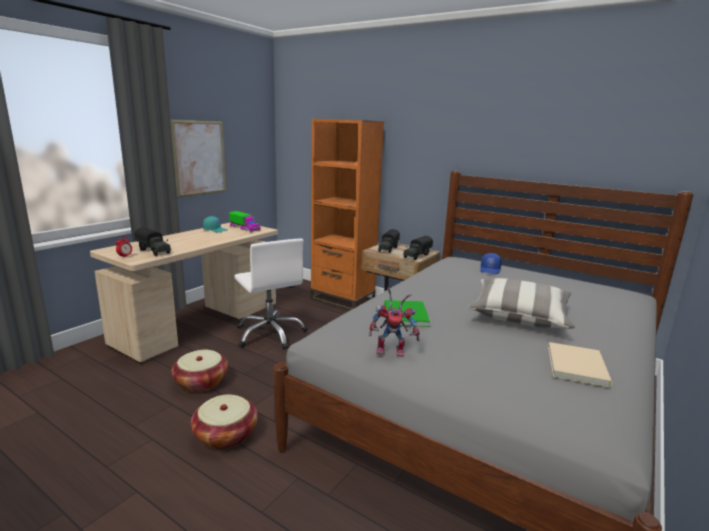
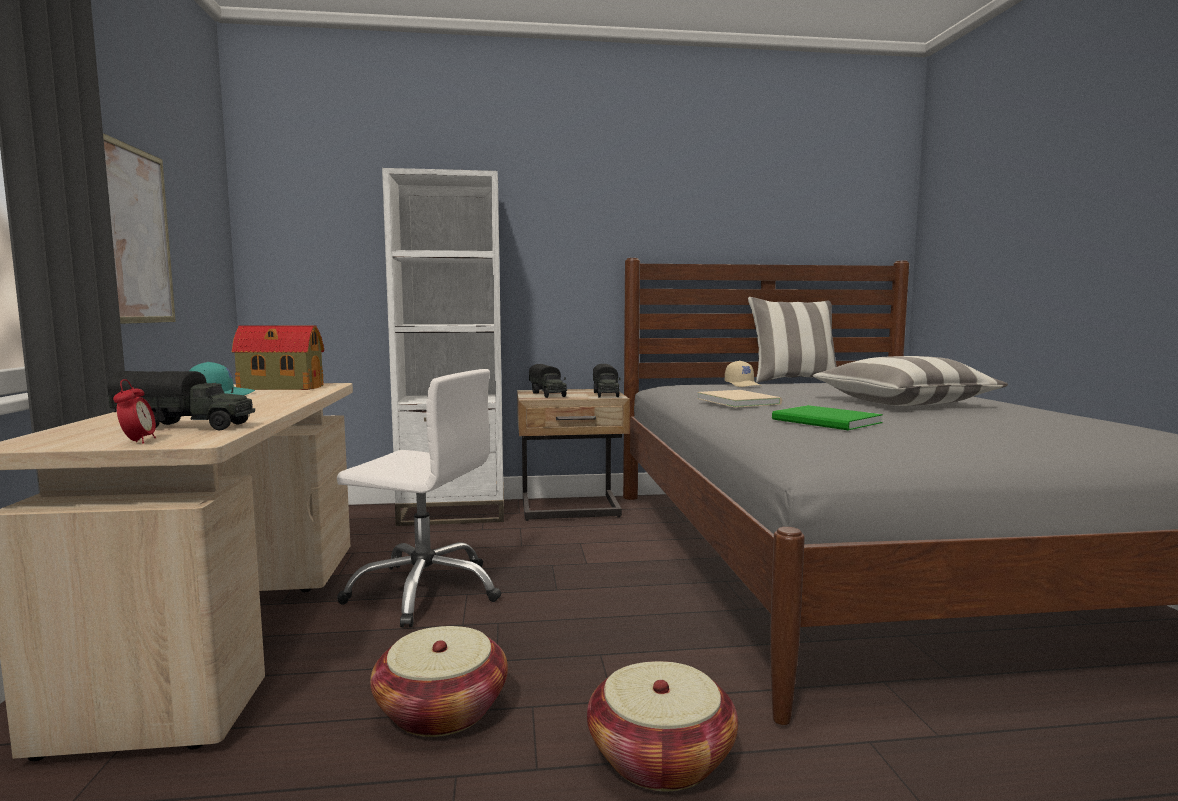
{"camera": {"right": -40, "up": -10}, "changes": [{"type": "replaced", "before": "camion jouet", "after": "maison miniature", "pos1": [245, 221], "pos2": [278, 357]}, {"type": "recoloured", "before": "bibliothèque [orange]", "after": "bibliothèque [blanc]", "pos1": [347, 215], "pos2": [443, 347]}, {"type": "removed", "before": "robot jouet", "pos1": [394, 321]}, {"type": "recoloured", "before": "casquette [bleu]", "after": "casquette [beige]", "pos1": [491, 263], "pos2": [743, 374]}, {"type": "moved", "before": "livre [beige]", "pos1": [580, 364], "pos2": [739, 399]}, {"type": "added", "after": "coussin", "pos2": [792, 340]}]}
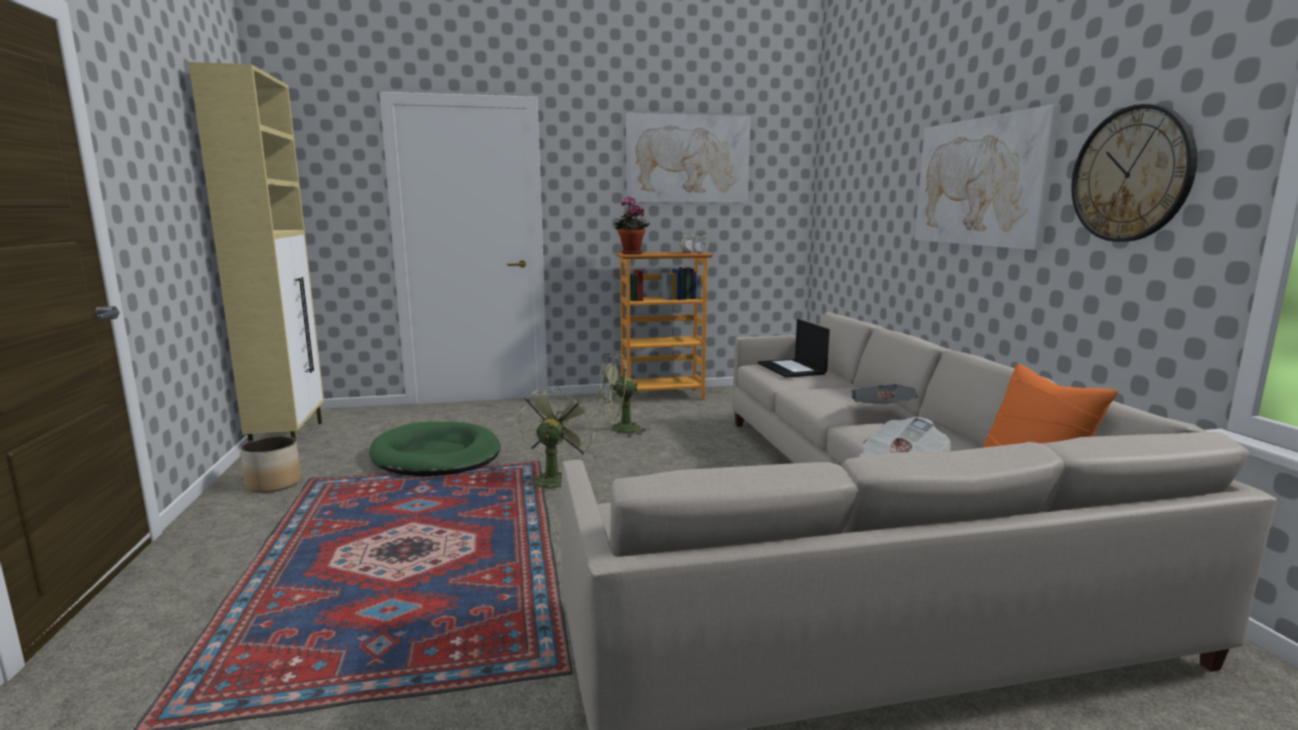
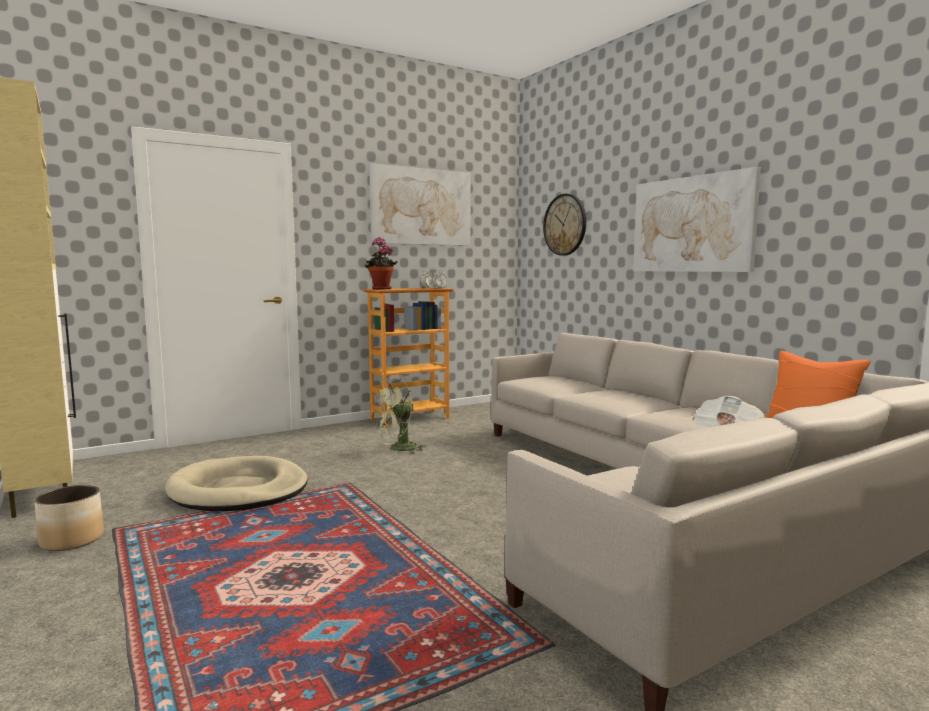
{"camera": {"right": -20, "up": -5}, "changes": [{"type": "recoloured", "before": "panier pour chien [vert]", "after": "panier pour chien [beige]", "pos1": [435, 449], "pos2": [236, 483]}, {"type": "removed", "before": "ventilateur [vert]", "pos1": [557, 438]}, {"type": "removed", "before": "ordinateur portable", "pos1": [794, 348]}, {"type": "removed", "before": "journal", "pos1": [884, 394]}, {"type": "moved", "before": "horloge murale", "pos1": [1134, 173], "pos2": [564, 225]}]}
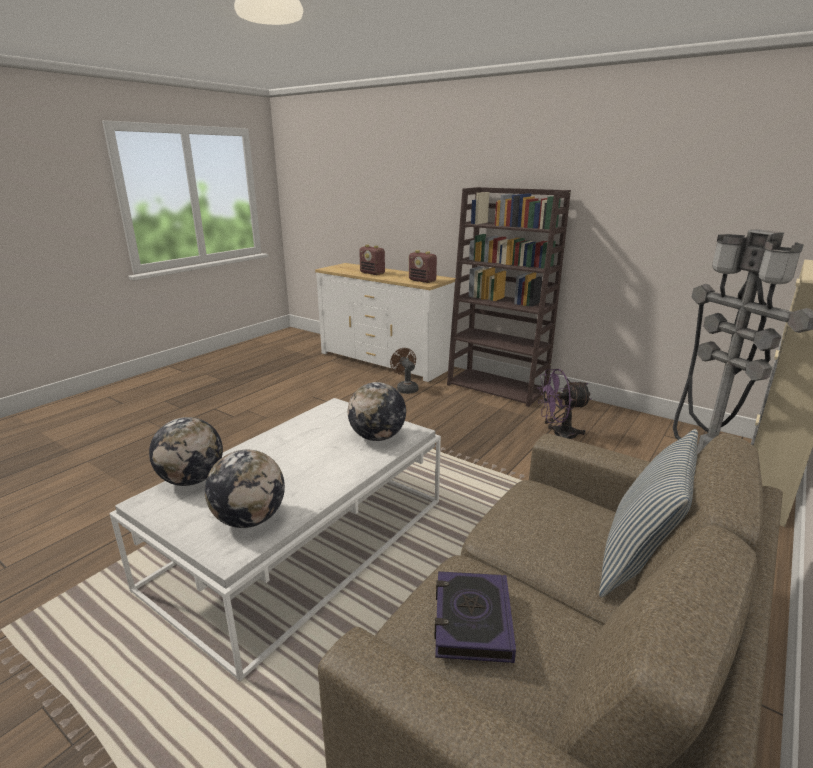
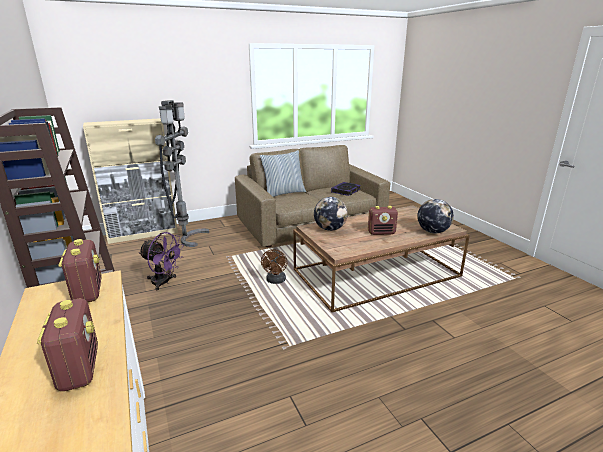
{"camera": {"right": -150, "up": 0}, "changes": [{"type": "recoloured", "before": "table basse [blanc]", "after": "table basse [marron]", "pos1": [275, 539], "pos2": [381, 259]}, {"type": "removed", "before": "globe", "pos1": [245, 489]}, {"type": "moved", "before": "ventilateur [marron]", "pos1": [404, 371], "pos2": [274, 266]}, {"type": "added", "after": "radio", "pos2": [383, 220]}]}
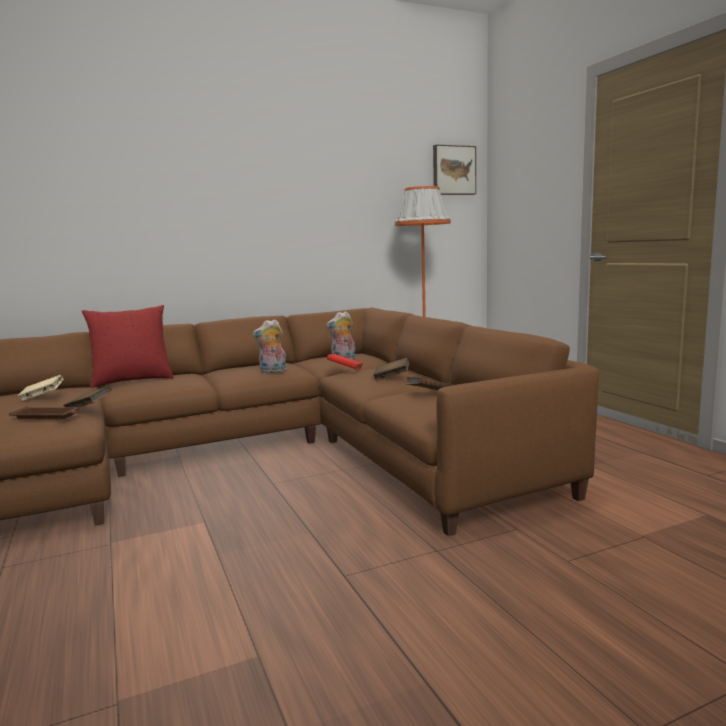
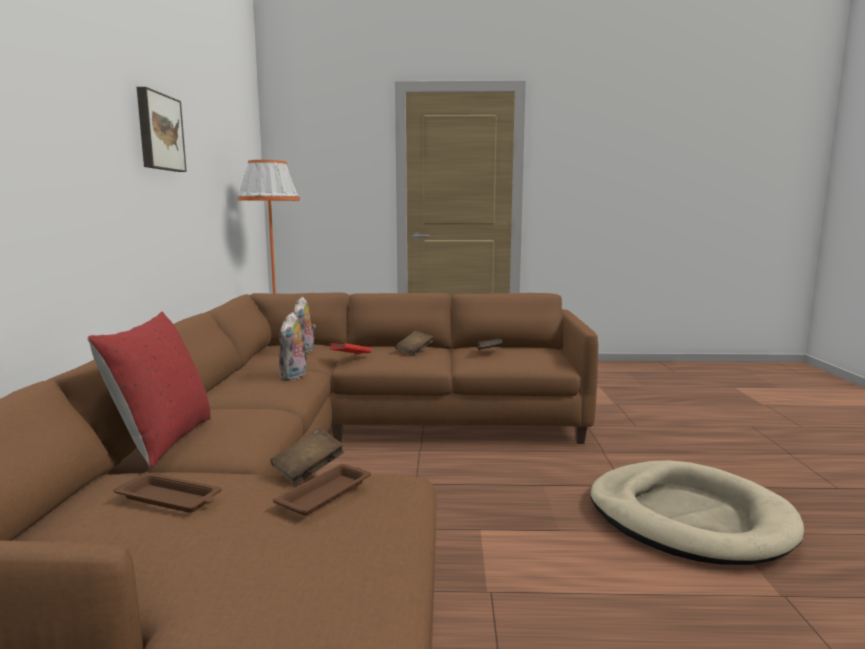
{"camera": {"right": -65, "up": 0}, "changes": [{"type": "replaced", "before": "livre [beige]", "after": "plateau [marron]", "pos1": [40, 388], "pos2": [167, 492]}, {"type": "moved", "before": "tableau", "pos1": [454, 170], "pos2": [162, 129]}, {"type": "added", "after": "panier pour chien [beige]", "pos2": [697, 512]}]}
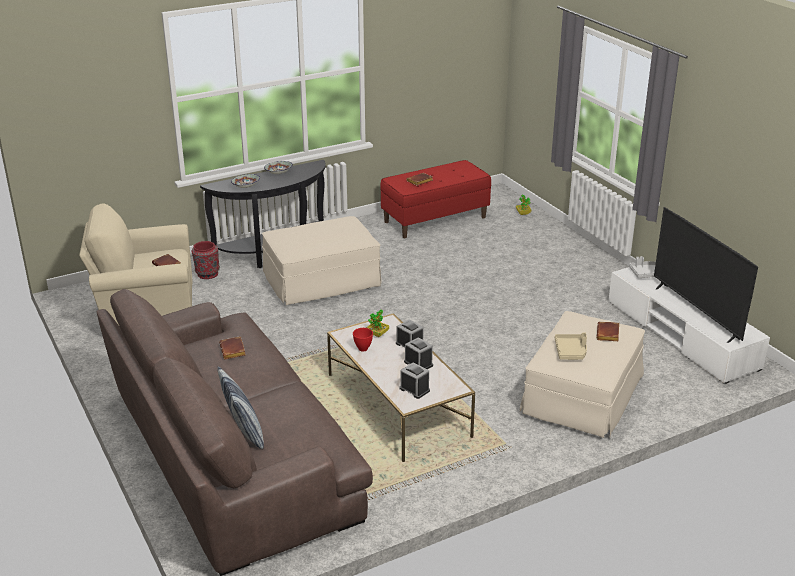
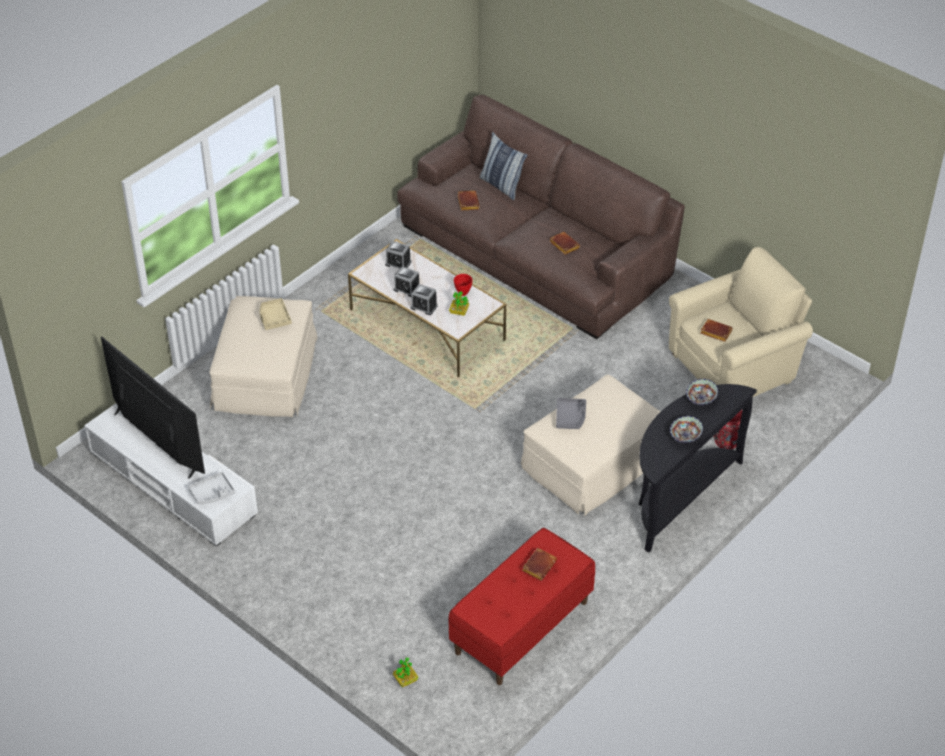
{"camera": {"right": 160, "up": 15}, "changes": [{"type": "moved", "before": "livre [marron]", "pos1": [608, 331], "pos2": [468, 201]}, {"type": "added", "after": "plateau [gris]", "pos2": [571, 413]}]}
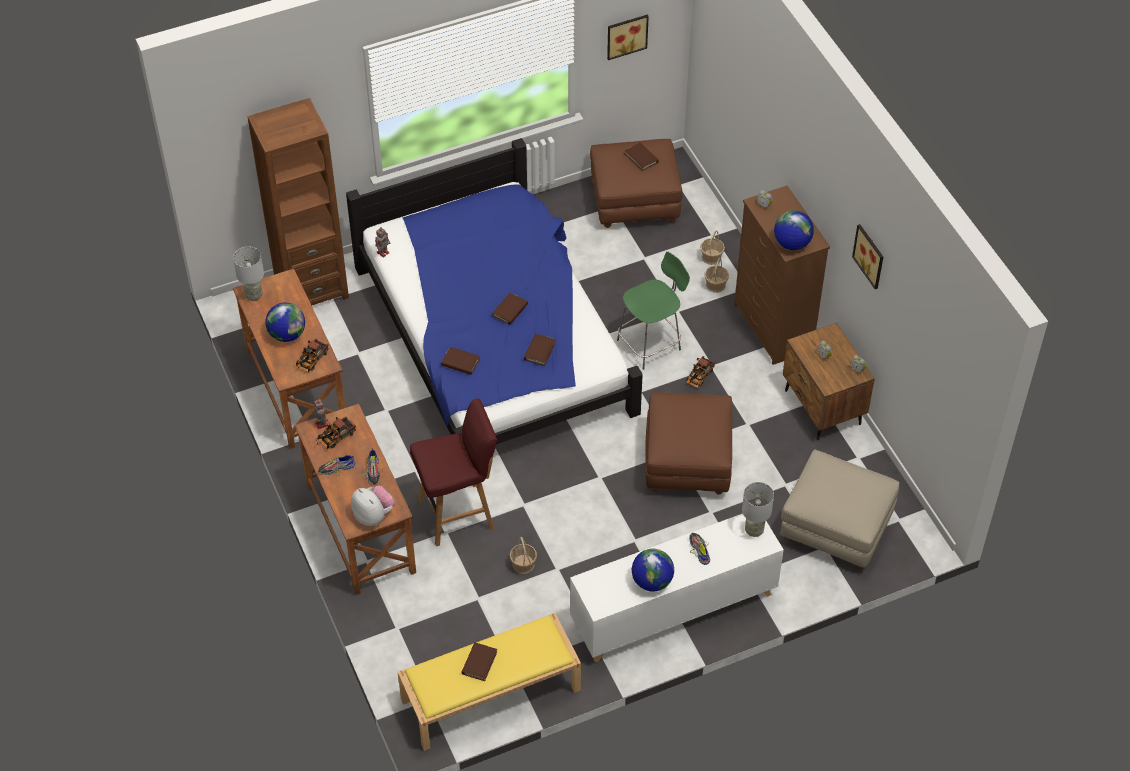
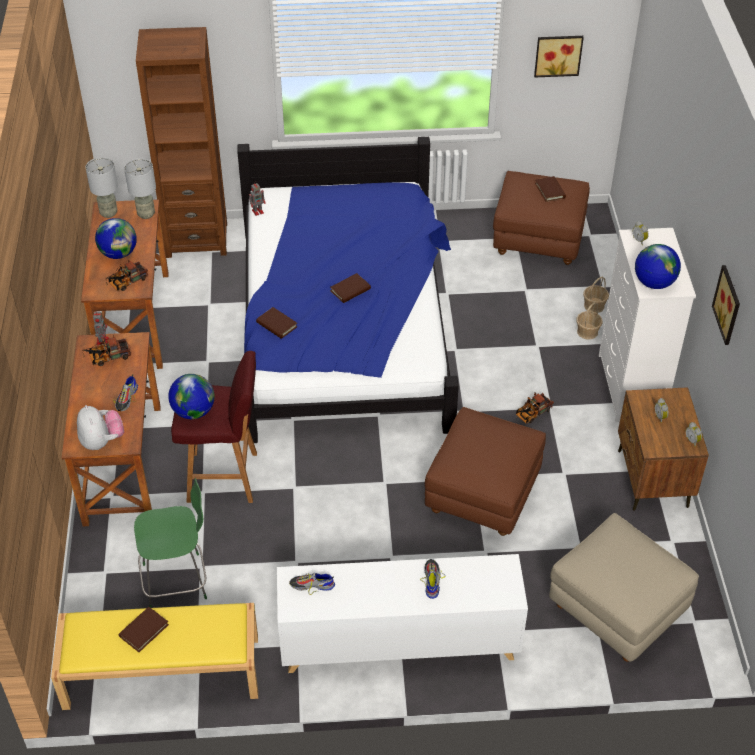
{"camera": {"right": 20, "up": -5}, "changes": [{"type": "moved", "before": "chaussure", "pos1": [337, 465], "pos2": [312, 584]}, {"type": "removed", "before": "panier", "pos1": [523, 555]}, {"type": "removed", "before": "livre [marron]", "pos1": [540, 350]}, {"type": "moved", "before": "chaise [vert]", "pos1": [653, 311], "pos2": [170, 543]}, {"type": "moved", "before": "globe", "pos1": [653, 570], "pos2": [191, 396]}, {"type": "recoloured", "before": "commode [marron]", "after": "commode [blanc]", "pos1": [782, 275], "pos2": [647, 325]}, {"type": "moved", "before": "lampe de table [gris]", "pos1": [758, 509], "pos2": [140, 188]}]}
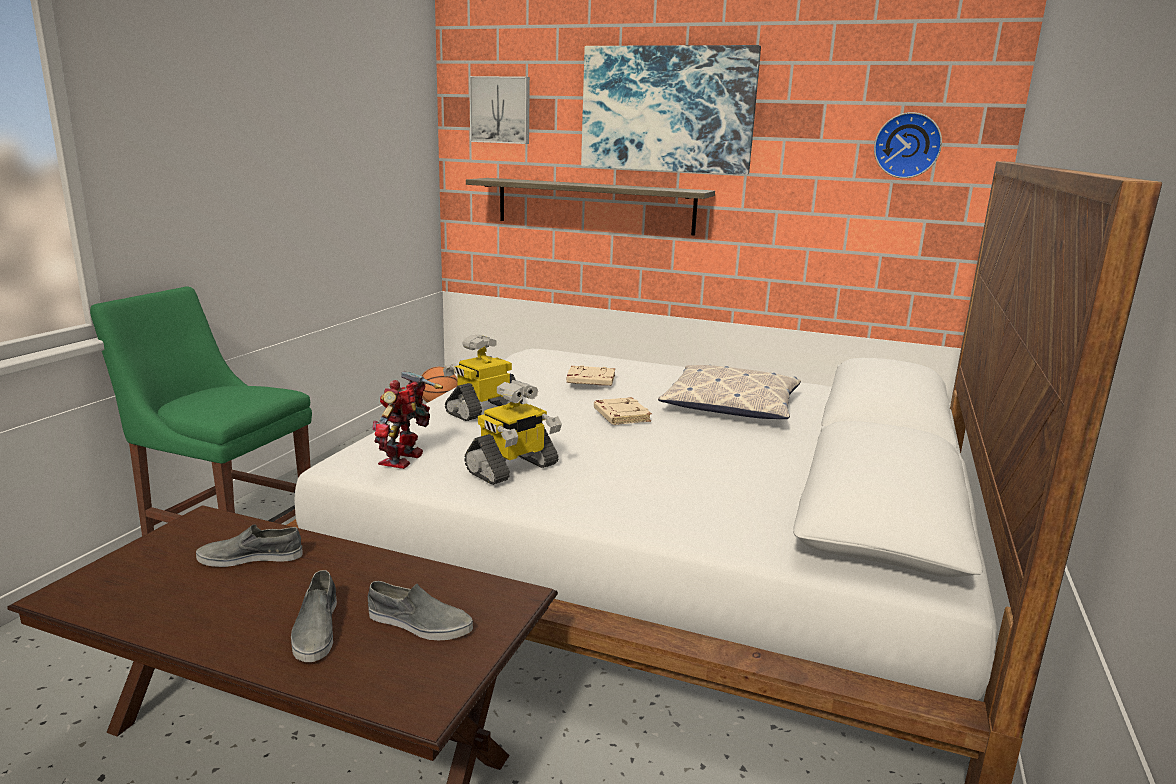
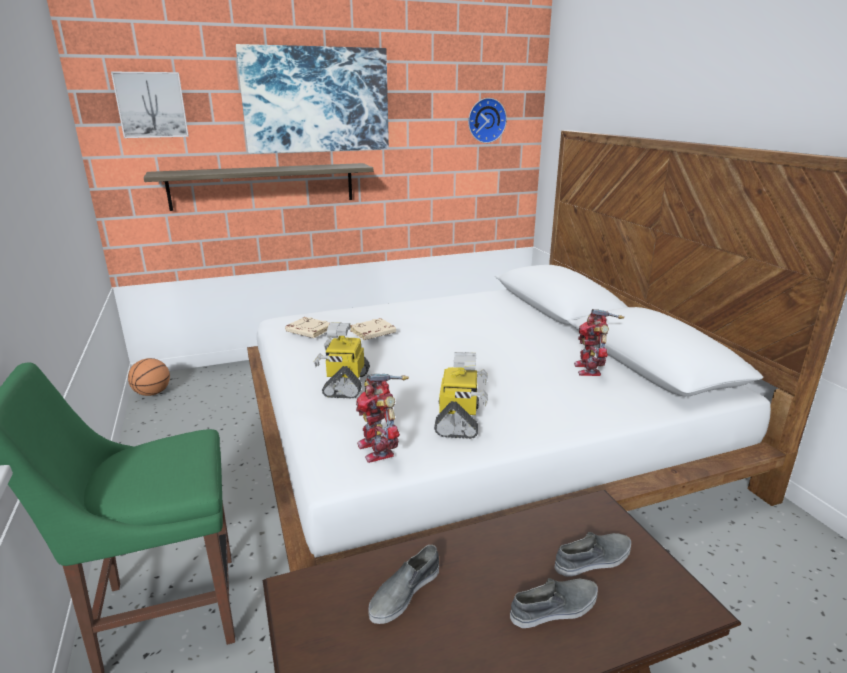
{"camera": {"right": -40, "up": 5}, "changes": [{"type": "turned", "before": "chaussure [gris]", "pos1": [314, 616], "pos2": [554, 603], "turn": -60}, {"type": "moved", "before": "livre [beige]", "pos1": [623, 411], "pos2": [307, 327]}, {"type": "removed", "before": "coussin", "pos1": [729, 392]}, {"type": "added", "after": "robot jouet", "pos2": [599, 342]}]}
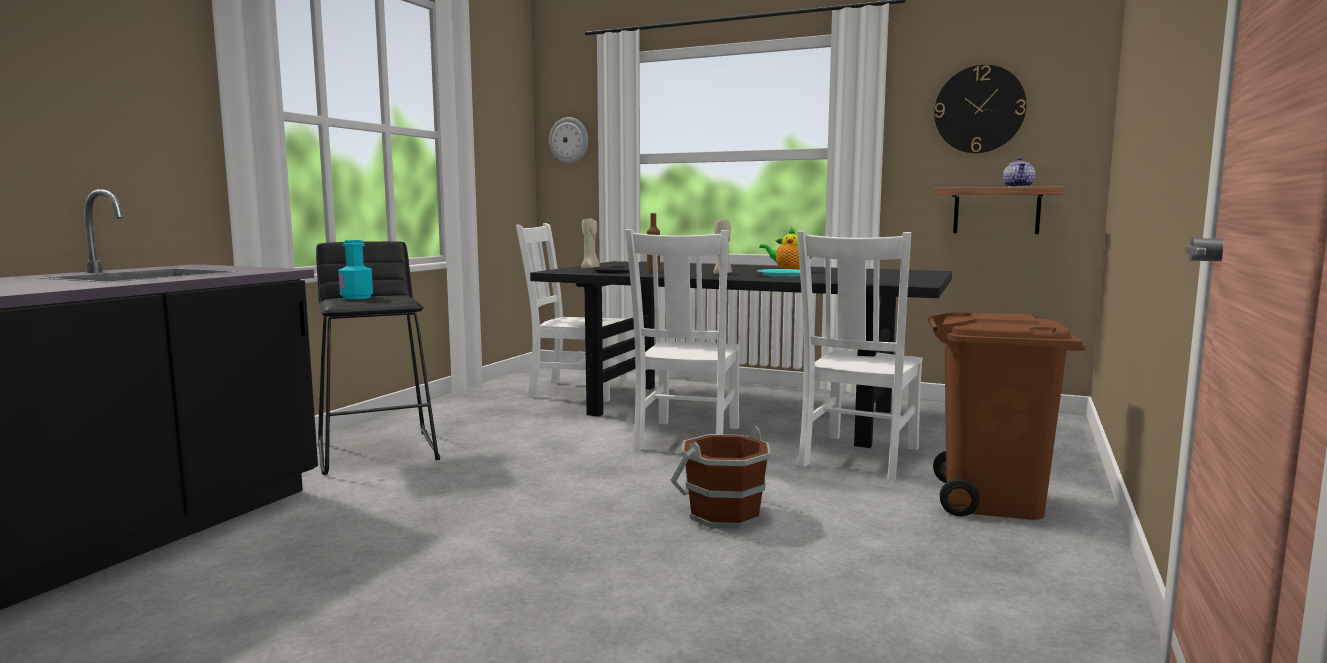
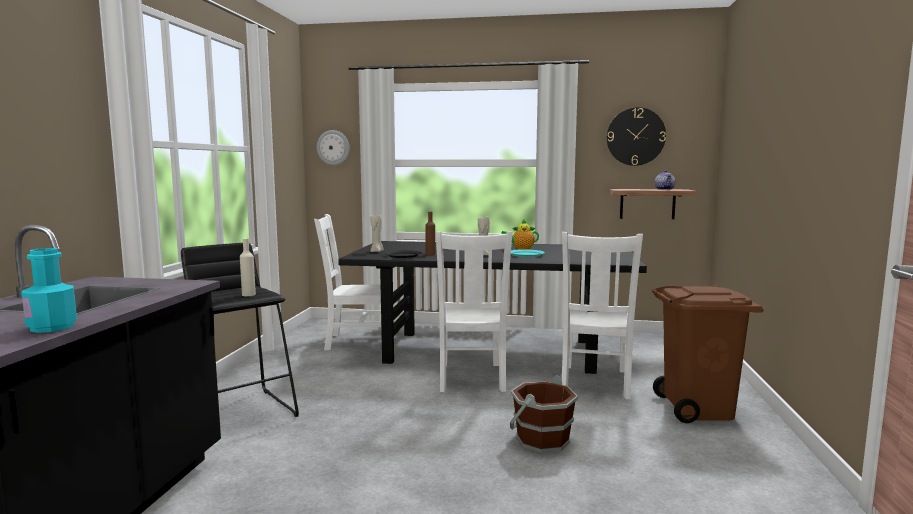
{"camera": {"right": -15, "up": 0}, "changes": [{"type": "moved", "before": "bouteille [turquoise]", "pos1": [355, 269], "pos2": [49, 290]}, {"type": "added", "after": "bouteille [beige]", "pos2": [248, 267]}]}
